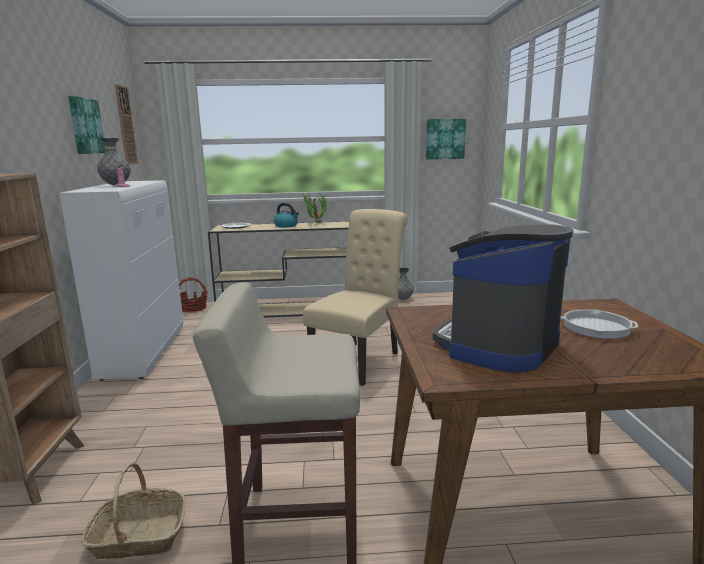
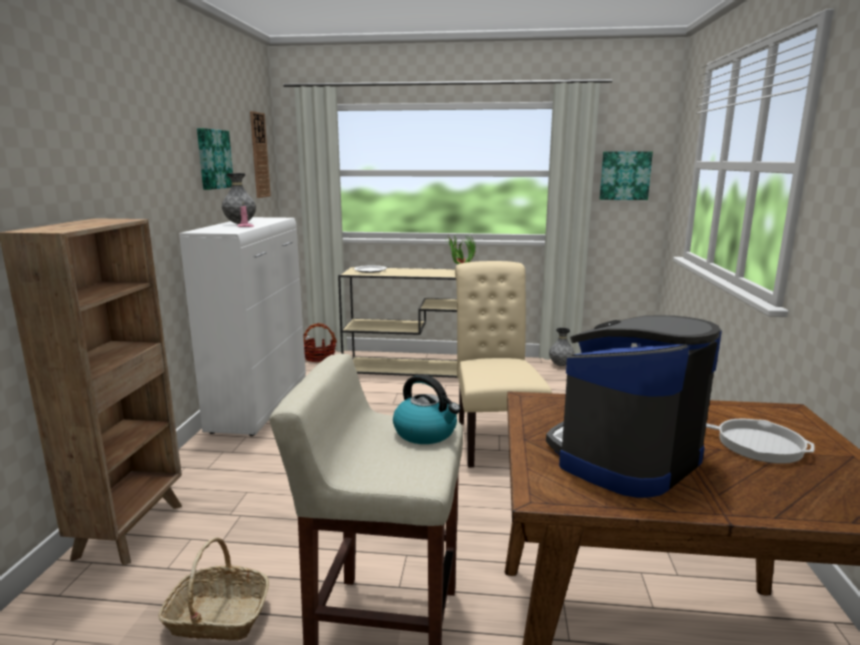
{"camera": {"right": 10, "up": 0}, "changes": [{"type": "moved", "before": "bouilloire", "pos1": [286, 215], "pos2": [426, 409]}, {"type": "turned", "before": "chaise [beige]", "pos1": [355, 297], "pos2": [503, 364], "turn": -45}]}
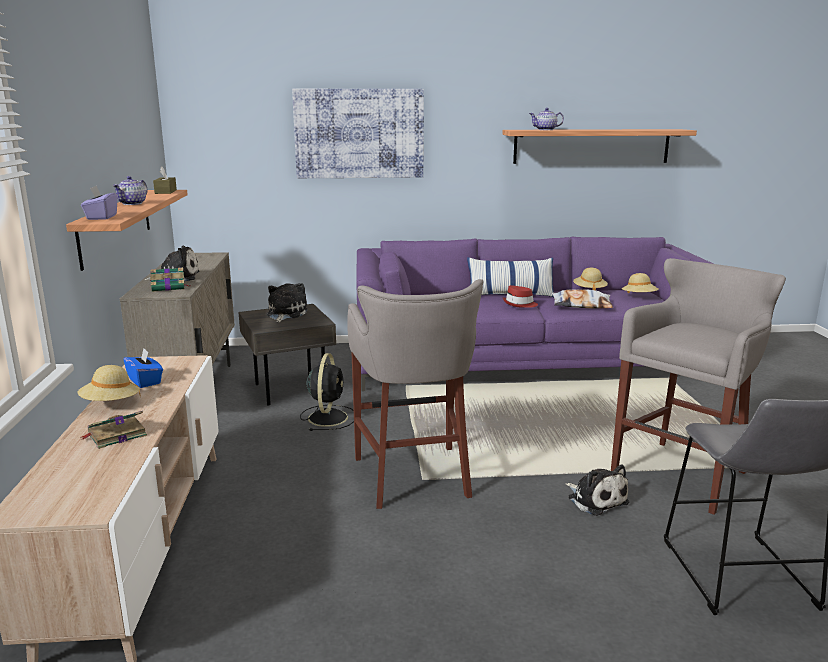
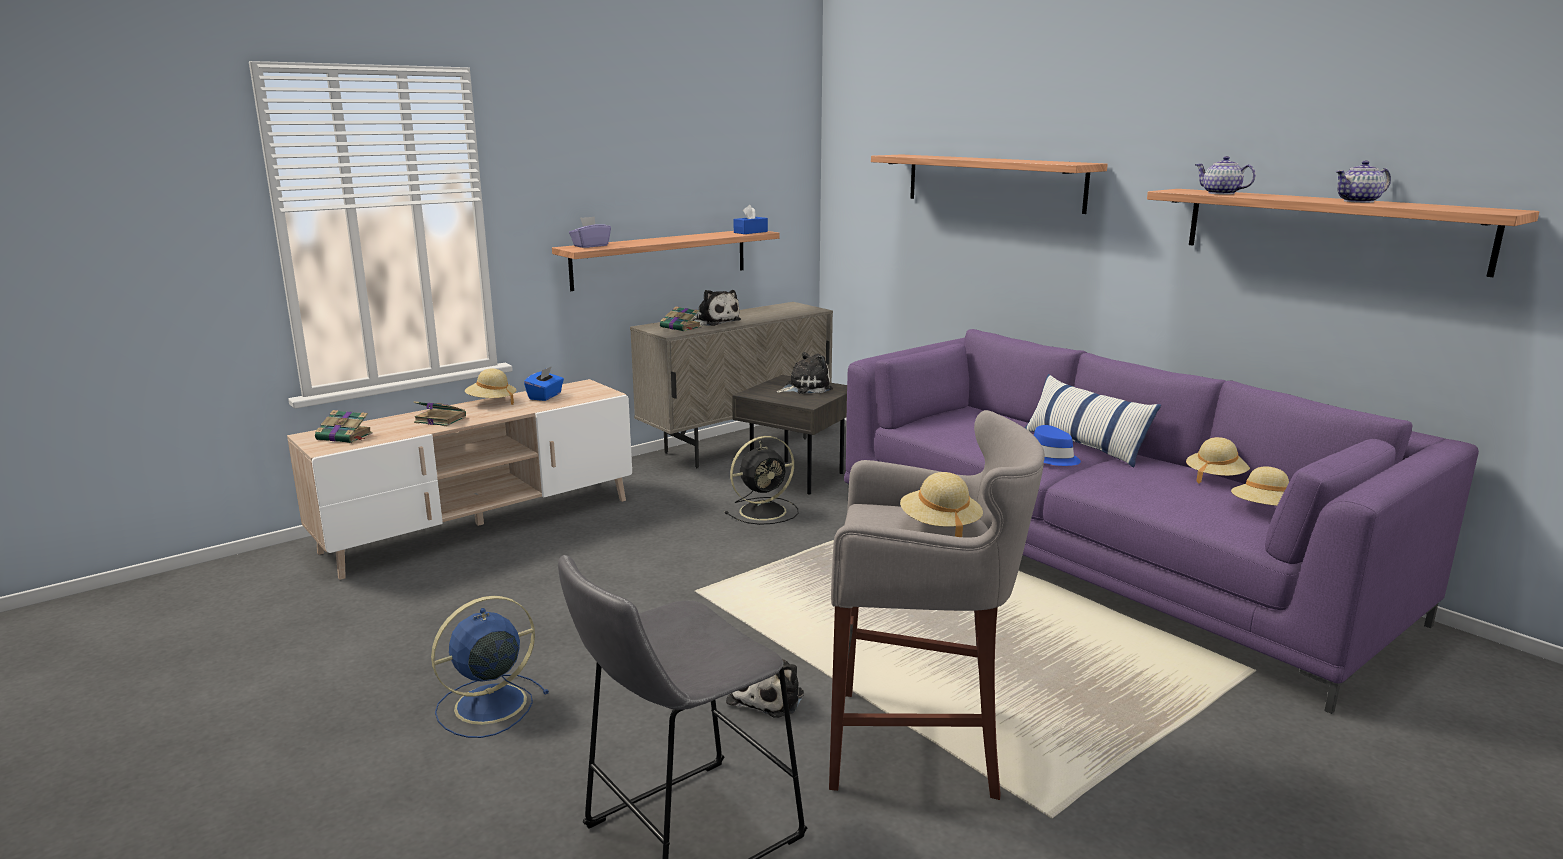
{"camera": {"right": 55, "up": 0}, "changes": [{"type": "moved", "before": "théière", "pos1": [130, 190], "pos2": [1363, 182]}, {"type": "recoloured", "before": "boîte à mouchoirs [marron]", "after": "boîte à mouchoirs [bleu]", "pos1": [165, 180], "pos2": [750, 219]}, {"type": "replaced", "before": "tableau", "after": "étagère", "pos1": [358, 133], "pos2": [989, 184]}, {"type": "removed", "before": "tabouret [gris]", "pos1": [415, 394]}, {"type": "recoloured", "before": "chapeau [rouge]", "after": "chapeau [bleu]", "pos1": [520, 296], "pos2": [1057, 445]}, {"type": "removed", "before": "coussin", "pos1": [582, 298]}, {"type": "added", "after": "livre", "pos2": [344, 426]}, {"type": "added", "after": "ventilateur [bleu]", "pos2": [490, 667]}, {"type": "added", "after": "chapeau [beige]", "pos2": [941, 504]}]}
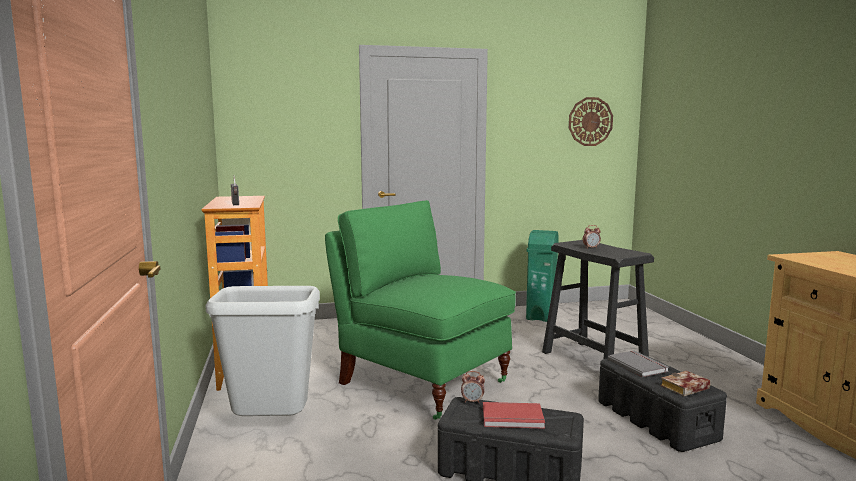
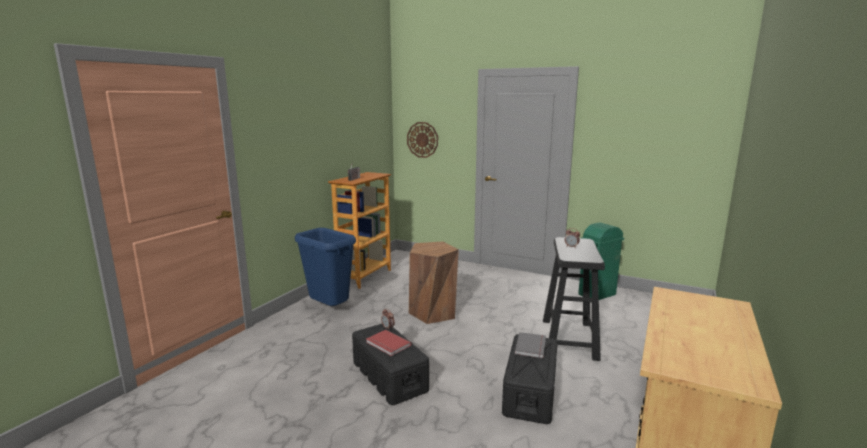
{"camera": {"right": 40, "up": 5}, "changes": [{"type": "recoloured", "before": "poubelle [gris]", "after": "poubelle [bleu]", "pos1": [263, 351], "pos2": [325, 267]}, {"type": "replaced", "before": "chaise [vert]", "after": "tabouret [marron]", "pos1": [420, 310], "pos2": [434, 282]}, {"type": "moved", "before": "horloge murale", "pos1": [591, 121], "pos2": [422, 140]}, {"type": "removed", "before": "livre", "pos1": [686, 383]}]}
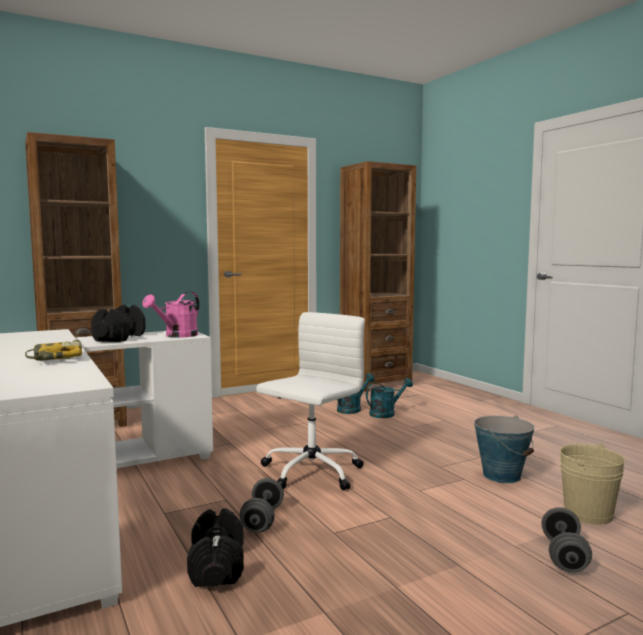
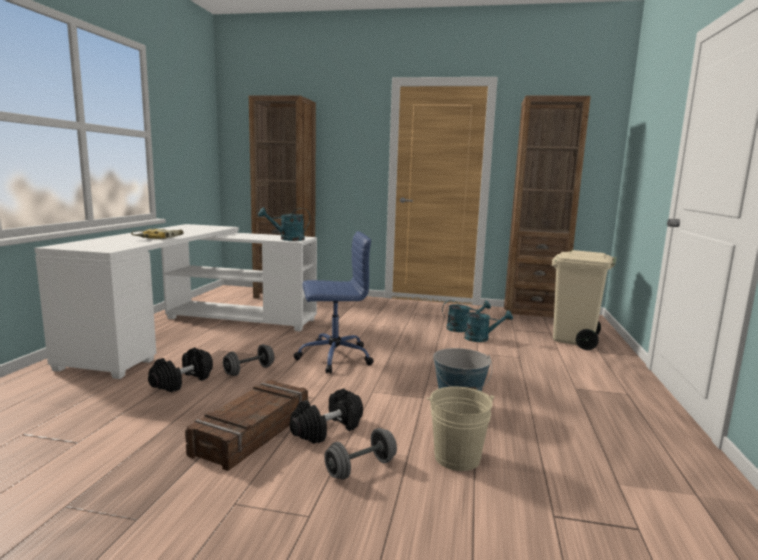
{"camera": {"right": 40, "up": 5}, "changes": [{"type": "moved", "before": "haltère [noir]", "pos1": [118, 323], "pos2": [326, 416]}, {"type": "recoloured", "before": "arrosoir [rose]", "after": "arrosoir [turquoise]", "pos1": [171, 315], "pos2": [284, 224]}, {"type": "recoloured", "before": "chaise de bureau [blanc]", "after": "chaise de bureau [bleu]", "pos1": [310, 401], "pos2": [334, 302]}, {"type": "added", "after": "caisse", "pos2": [246, 425]}, {"type": "added", "after": "poubelle [beige]", "pos2": [584, 300]}]}
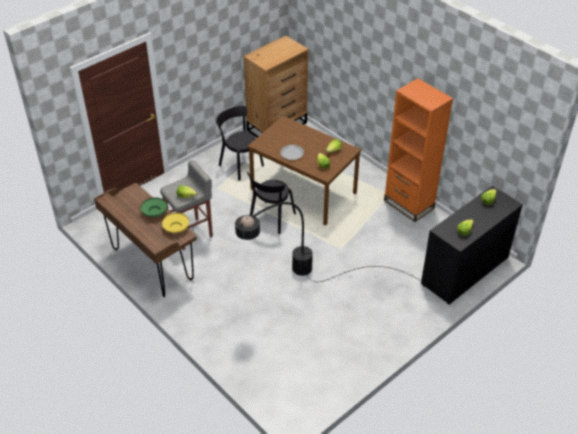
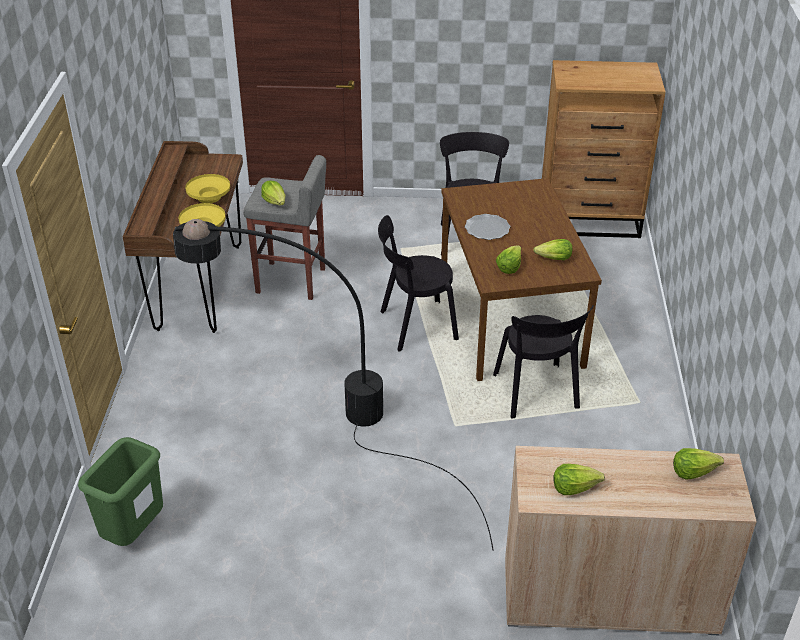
{"camera": {"right": 45, "up": -5}, "changes": [{"type": "recoloured", "before": "bol [vert]", "after": "bol [jaune]", "pos1": [154, 207], "pos2": [207, 188]}, {"type": "removed", "before": "bibliothèque [orange]", "pos1": [418, 150]}, {"type": "recoloured", "before": "meuble de rangement [noir]", "after": "meuble de rangement [beige]", "pos1": [472, 245], "pos2": [631, 540]}, {"type": "added", "after": "poubelle [vert]", "pos2": [120, 491]}, {"type": "added", "after": "chaise [noir]", "pos2": [543, 362]}]}
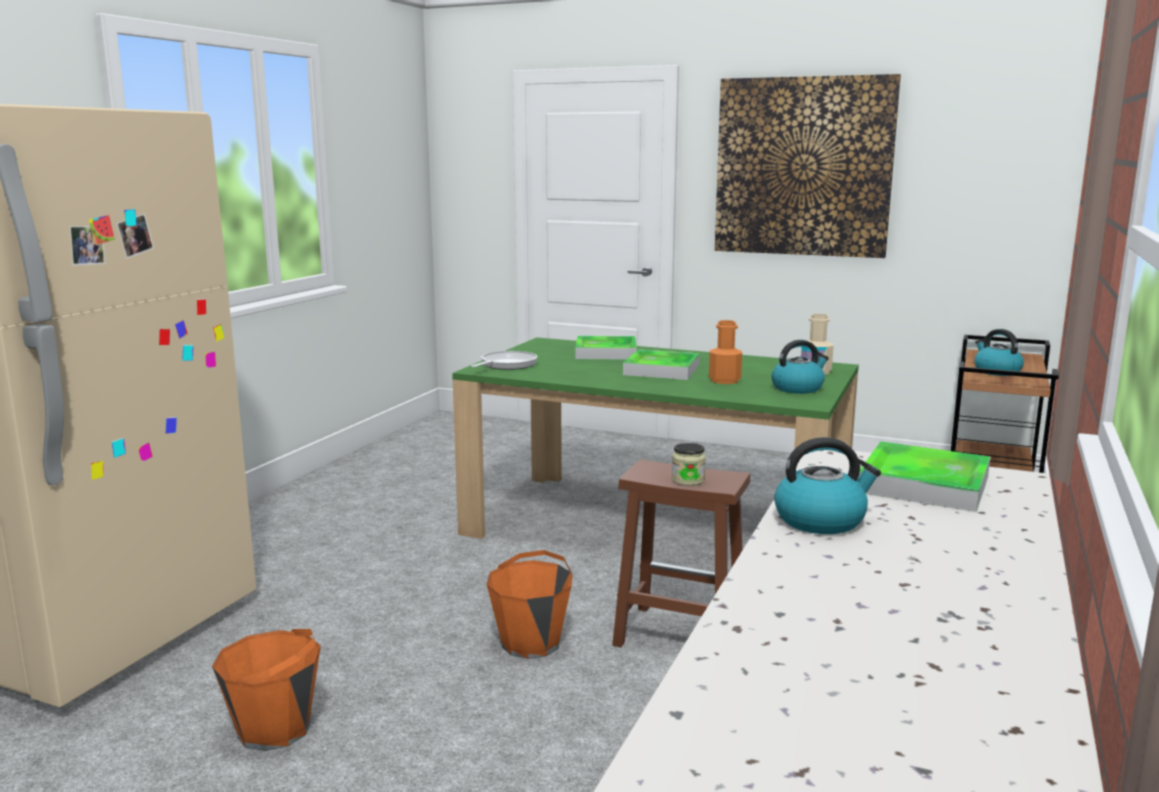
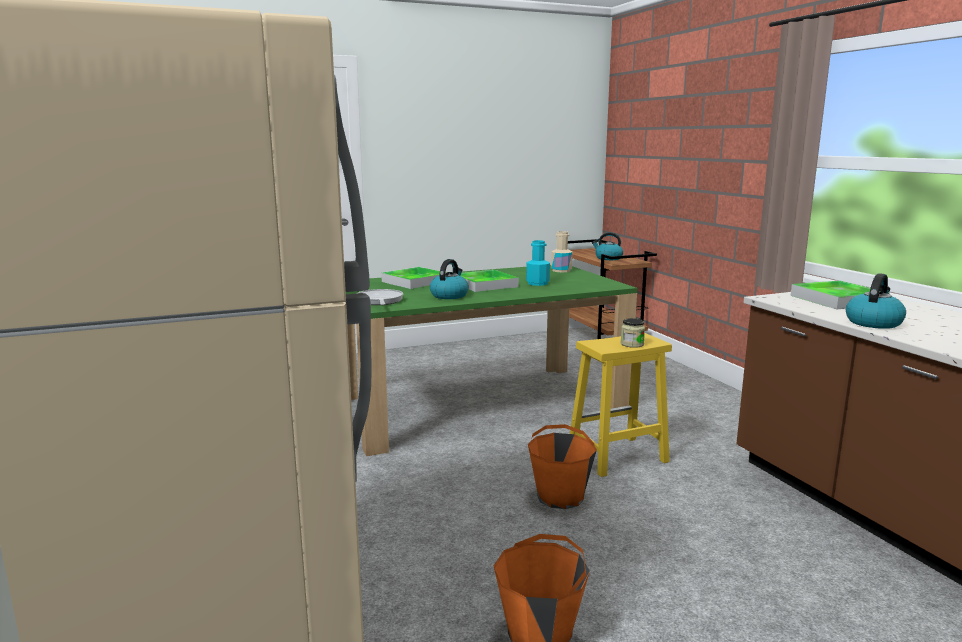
{"camera": {"right": -45, "up": 0}, "changes": [{"type": "recoloured", "before": "tabouret [marron]", "after": "tabouret [jaune]", "pos1": [681, 553], "pos2": [621, 405]}, {"type": "recoloured", "before": "bouteille [orange]", "after": "bouteille [turquoise]", "pos1": [725, 352], "pos2": [538, 263]}, {"type": "removed", "before": "tableau", "pos1": [808, 166]}, {"type": "moved", "before": "bouilloire", "pos1": [800, 367], "pos2": [449, 279]}]}
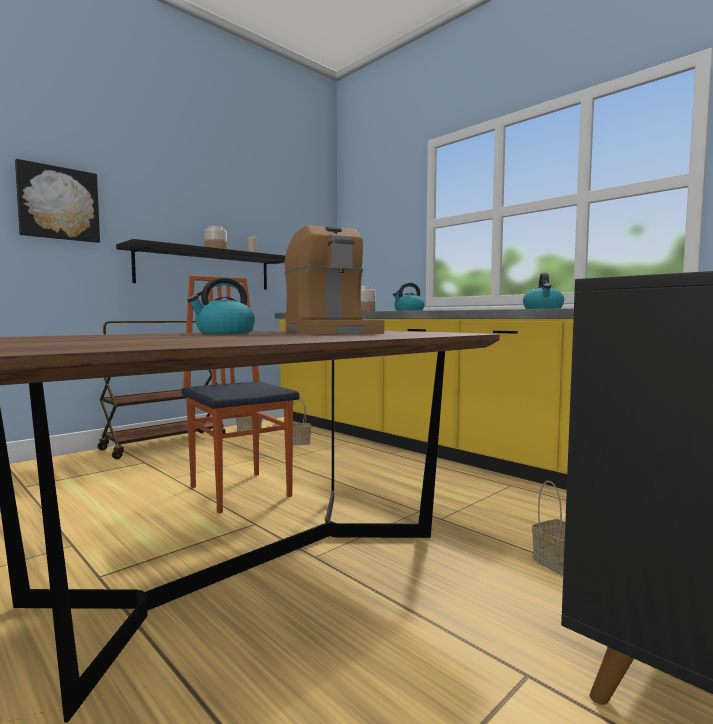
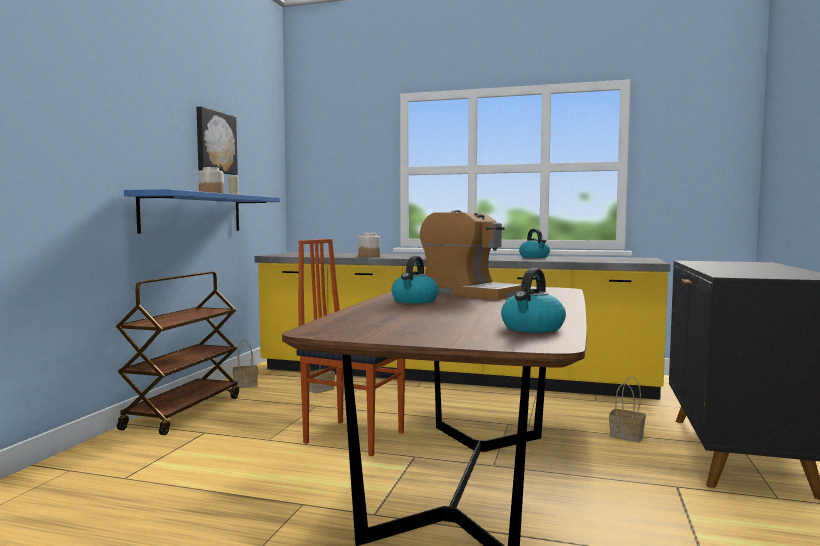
{"camera": {"right": -30, "up": 0}, "changes": [{"type": "moved", "before": "tableau", "pos1": [57, 201], "pos2": [217, 141]}, {"type": "recoloured", "before": "étagère [noir]", "after": "étagère [bleu]", "pos1": [201, 264], "pos2": [202, 211]}, {"type": "moved", "before": "bouilloire", "pos1": [409, 297], "pos2": [533, 300]}]}
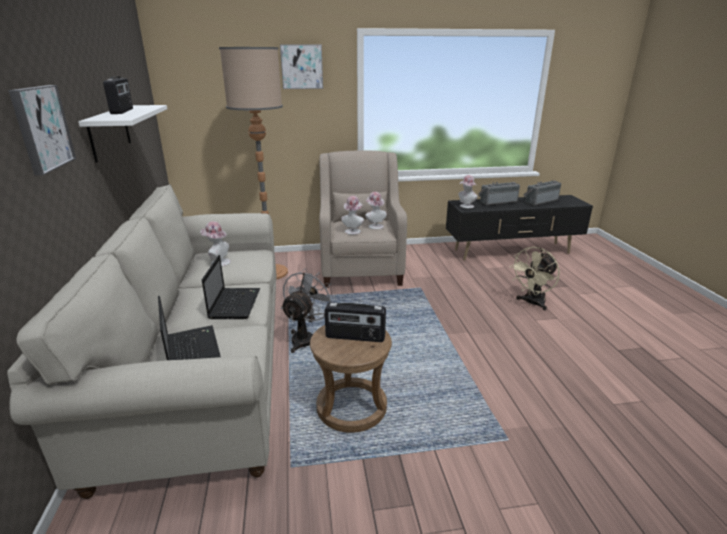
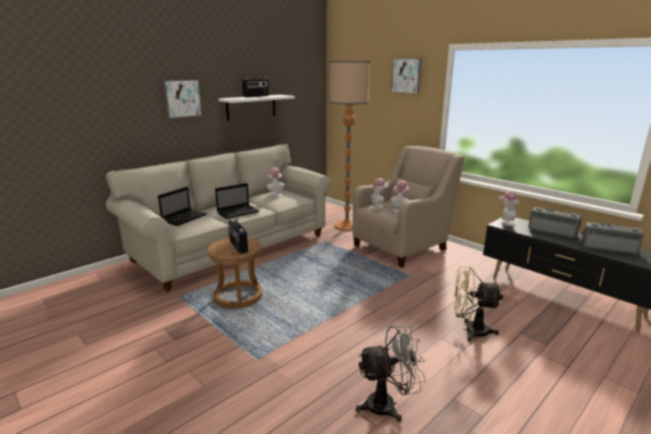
{"camera": {"right": 55, "up": -5}, "changes": [{"type": "moved", "before": "ventilateur [gris]", "pos1": [308, 311], "pos2": [390, 373]}]}
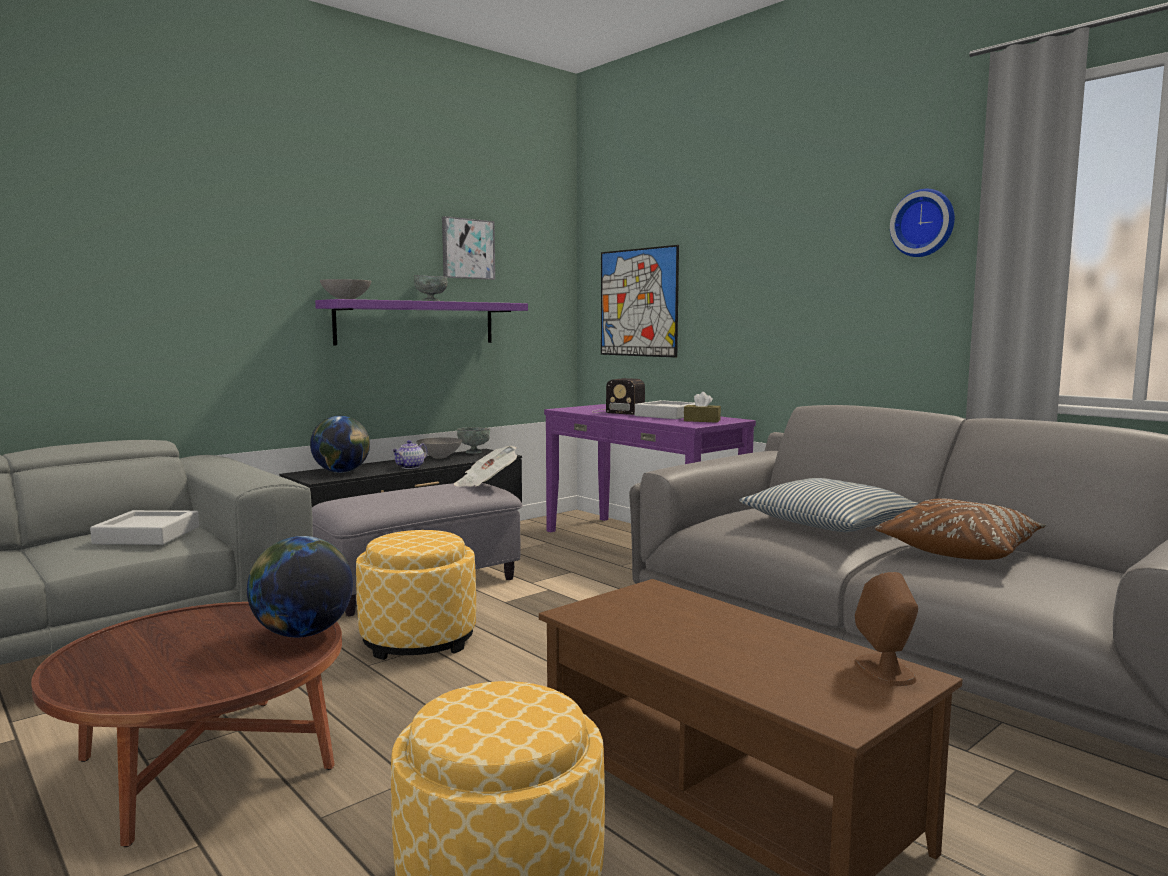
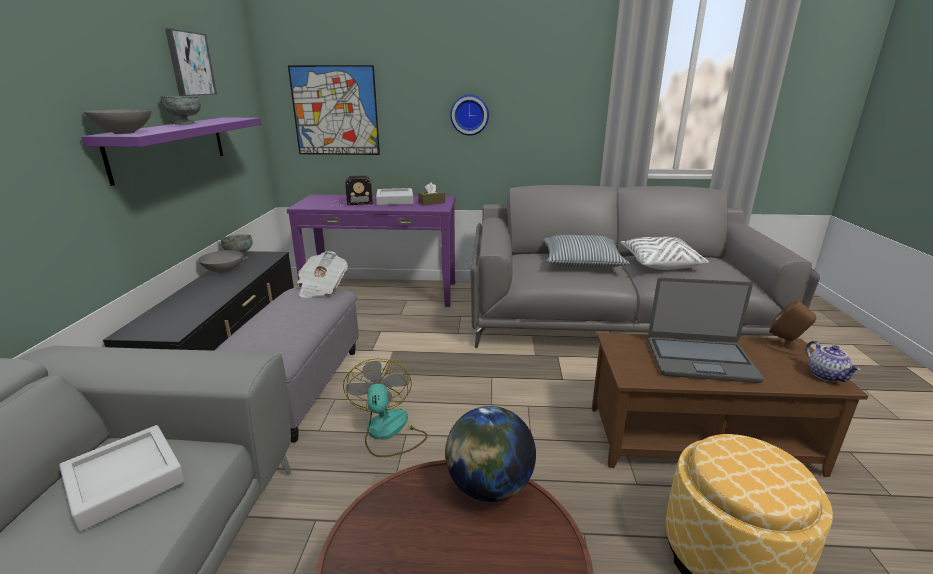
{"camera": {"right": -45, "up": 15}, "changes": [{"type": "removed", "before": "globe", "pos1": [340, 444]}, {"type": "replaced", "before": "pouf", "after": "ventilateur", "pos1": [416, 595], "pos2": [385, 407]}, {"type": "moved", "before": "théière", "pos1": [409, 454], "pos2": [833, 361]}, {"type": "recoloured", "before": "coussin [marron]", "after": "coussin [blanc]", "pos1": [960, 529], "pos2": [664, 253]}, {"type": "moved", "before": "horloge murale", "pos1": [922, 223], "pos2": [469, 115]}, {"type": "added", "after": "ordinateur portable", "pos2": [706, 330]}]}
